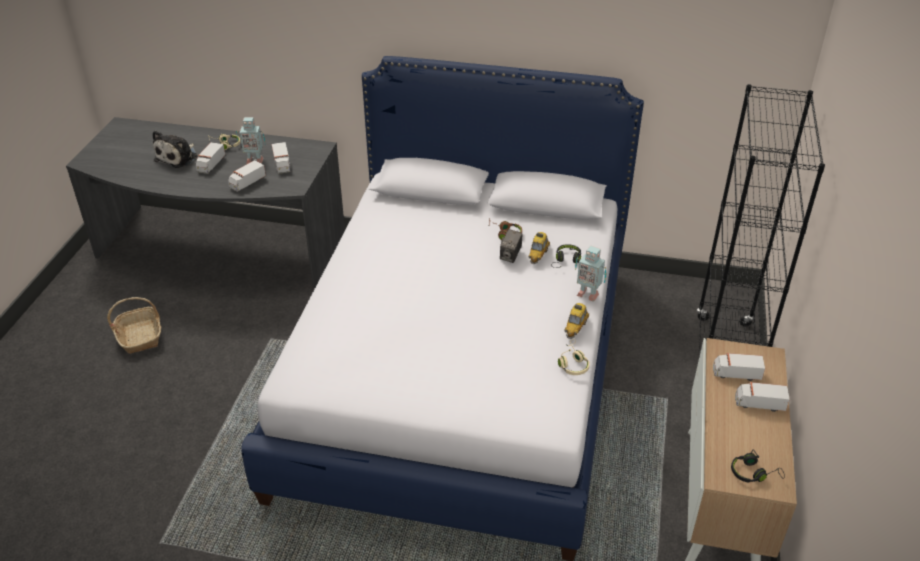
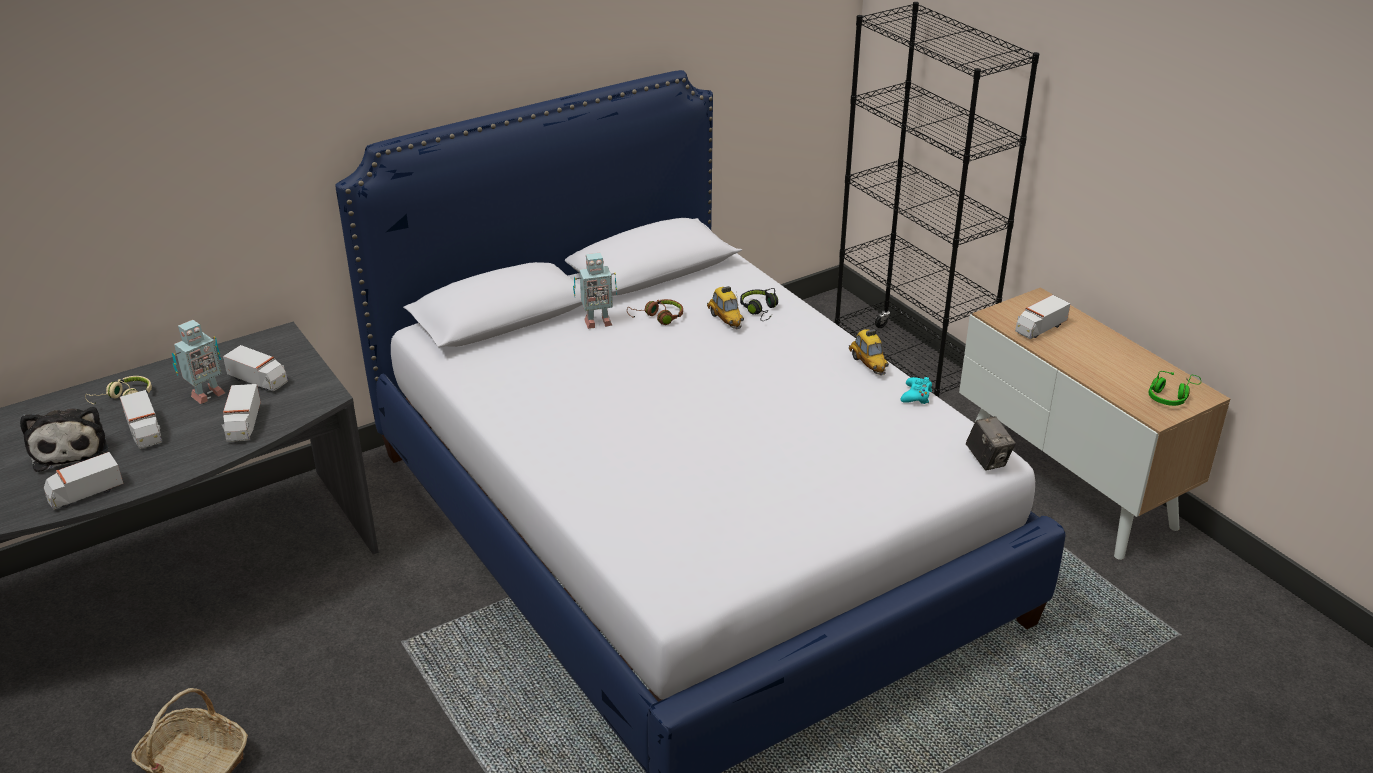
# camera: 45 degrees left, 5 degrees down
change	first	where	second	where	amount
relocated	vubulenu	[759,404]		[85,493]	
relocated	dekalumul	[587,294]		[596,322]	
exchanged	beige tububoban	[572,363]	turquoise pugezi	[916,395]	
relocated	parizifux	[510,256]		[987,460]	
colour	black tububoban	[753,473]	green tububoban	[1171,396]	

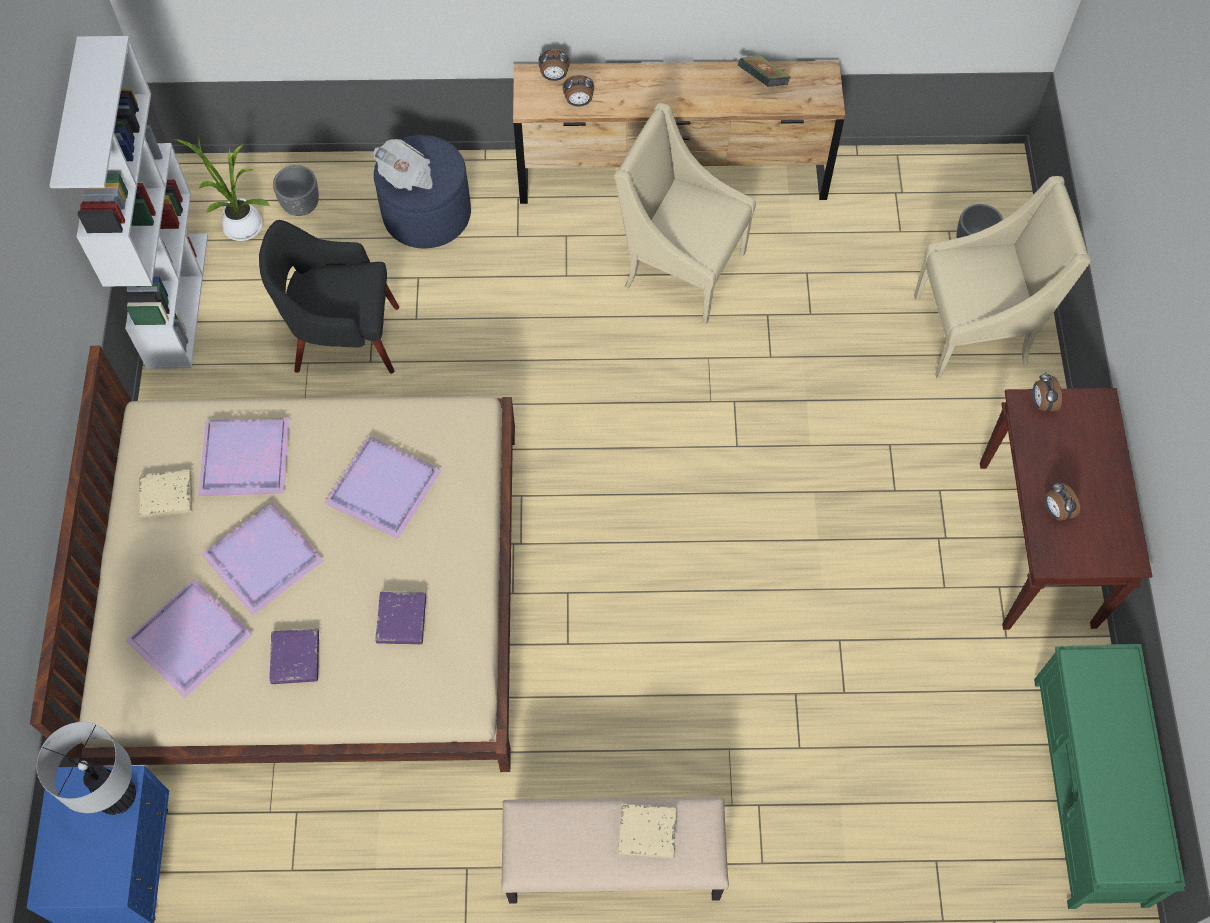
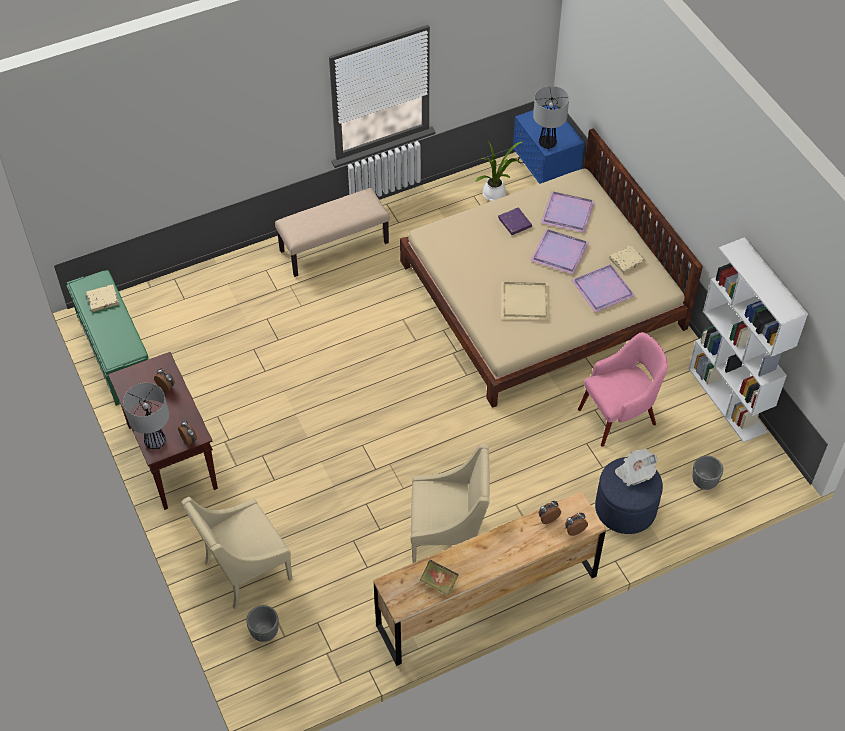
# camera: 155 degrees right, 10 degrees down
change	first	where	second	where	amount
relocated	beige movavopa	[647,832]		[103,299]	
appeared			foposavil	[155,442]	
relocated	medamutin	[240,225]		[496,194]	
colour	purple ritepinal	[383,486]	beige ritepinal	[525,302]	
colour	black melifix	[343,338]	pink melifix	[619,416]	
missing	purple movavopa	[401,619]			

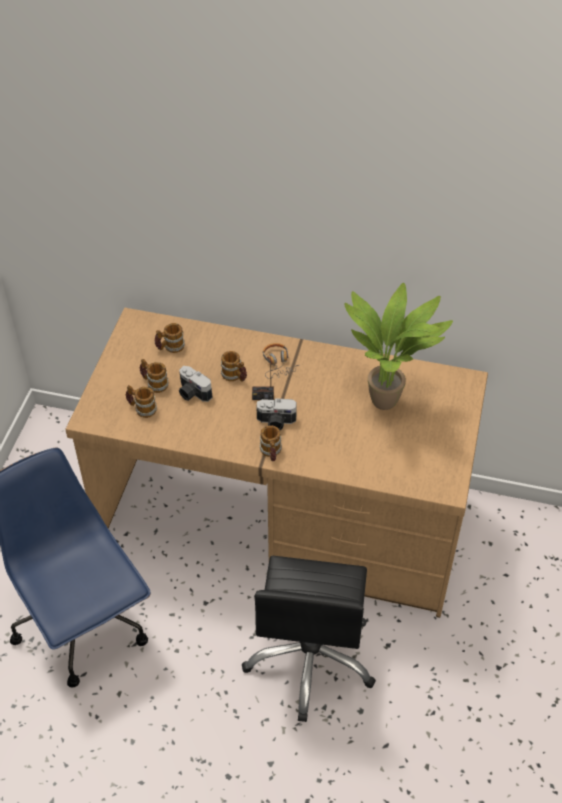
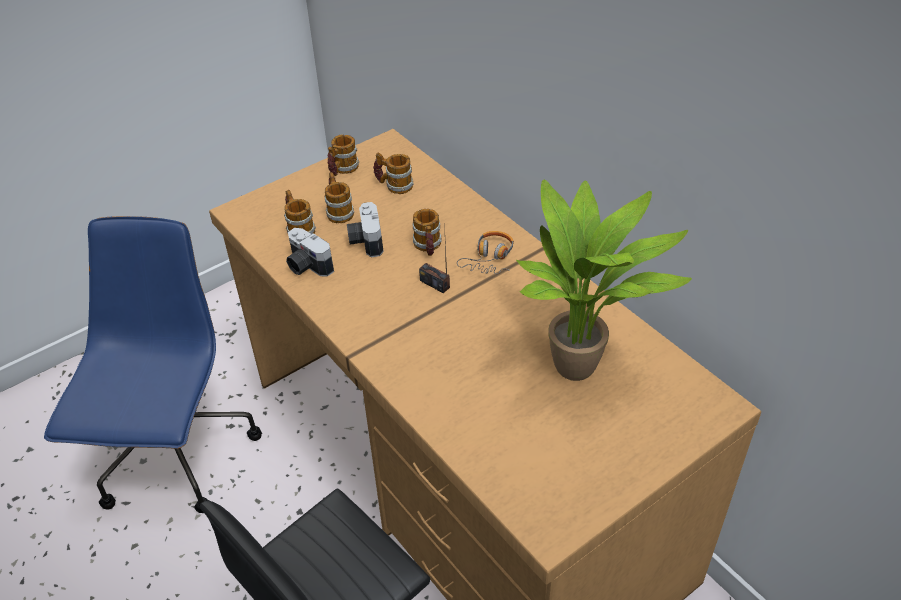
# camera: 40 degrees right, 5 degrees down
change	first	where	second	where	amount
relocated	parizifux	[276,422]		[307,266]	
relocated	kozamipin	[271,452]		[342,169]	

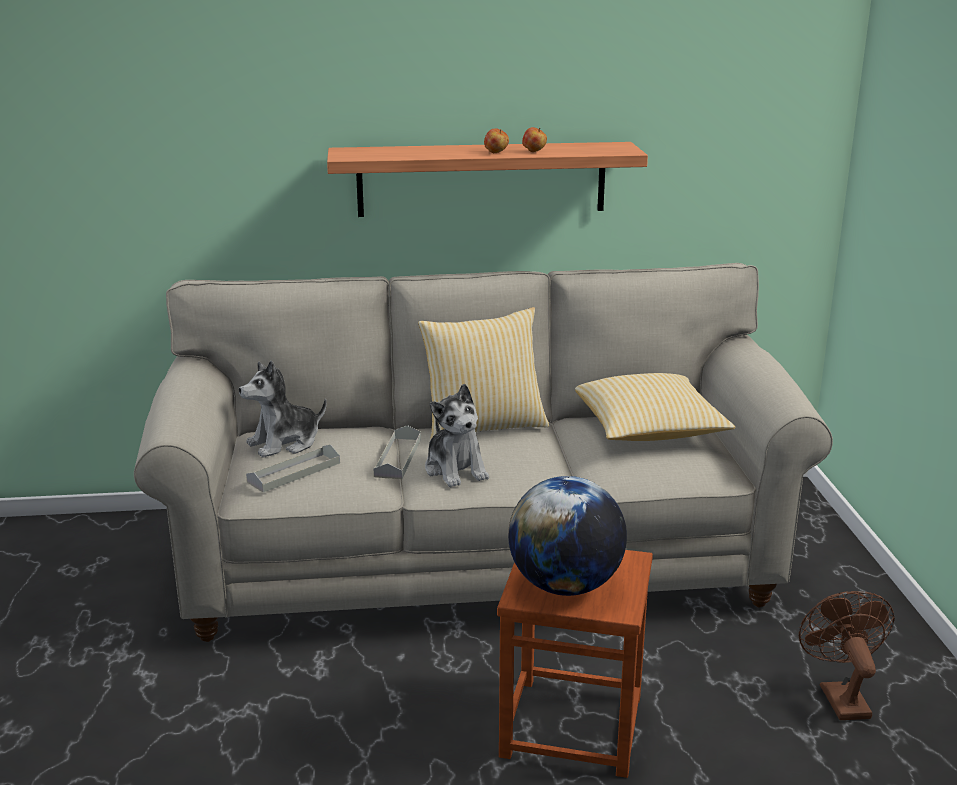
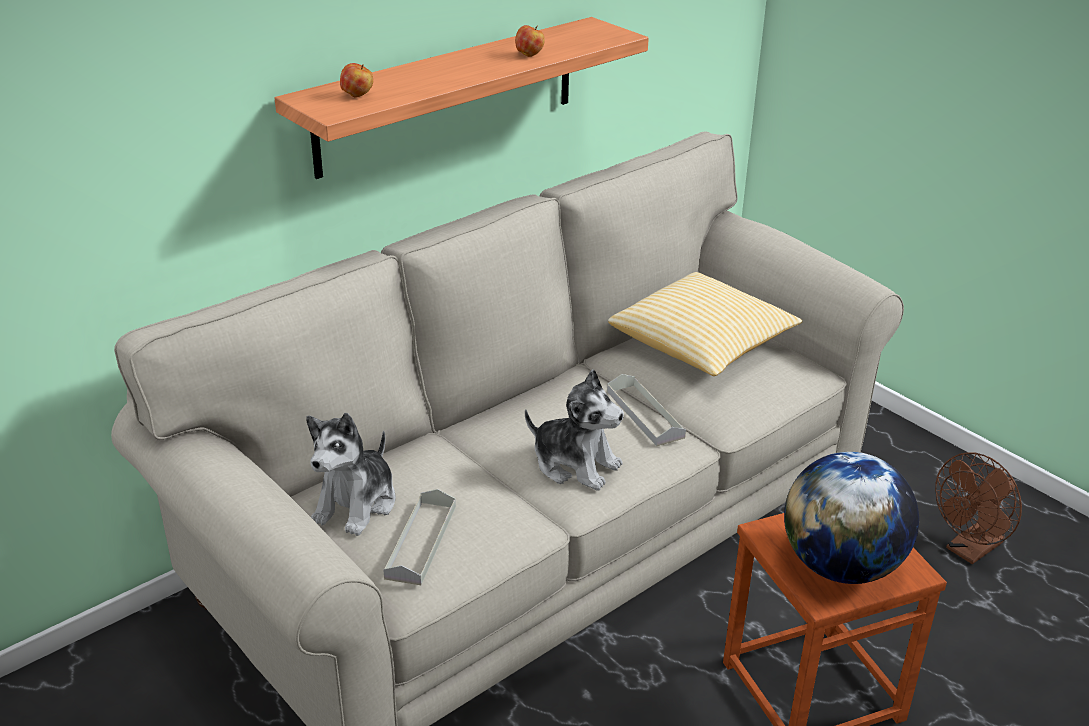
# camera: 35 degrees left, 10 degrees up
change	first	where	second	where	amount
relocated	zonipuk	[496,152]		[357,95]	
relocated	grey ritepinal	[398,458]		[645,414]	
spun	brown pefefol	[840,696]		[969,550]	90 degrees counterclockwise
missing	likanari	[483,427]			

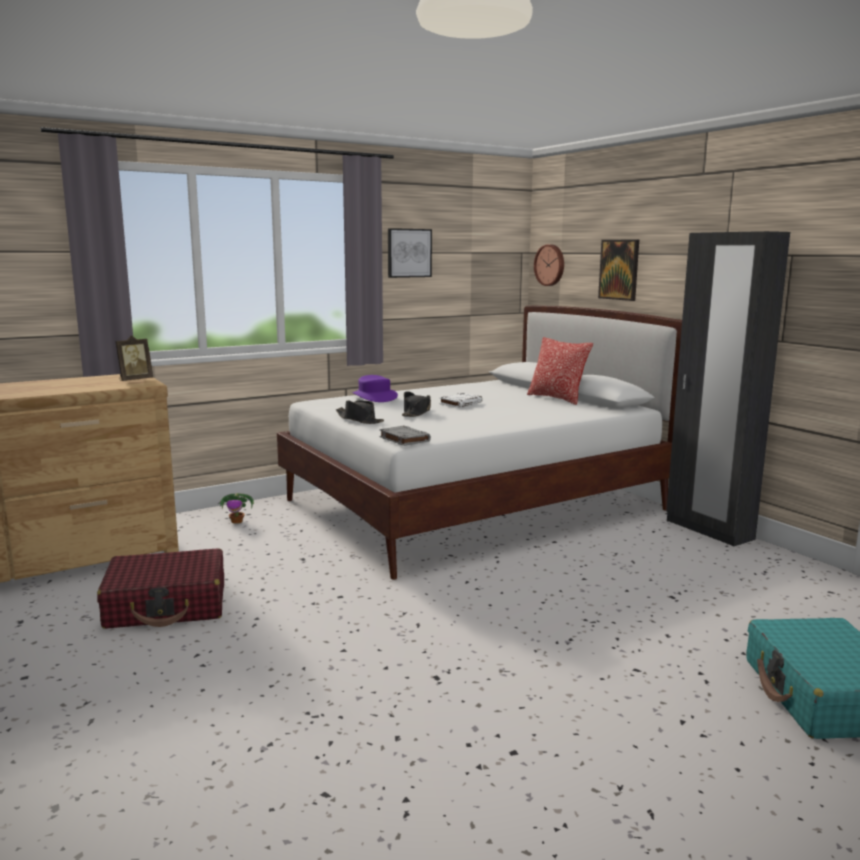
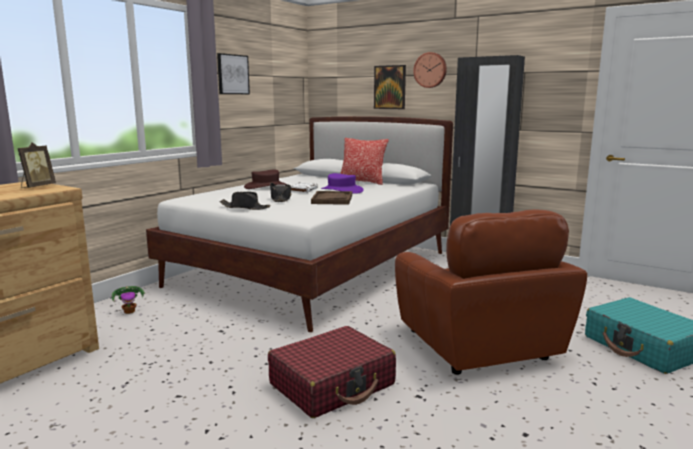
# camera: 25 degrees left, 0 degrees up
change	first	where	second	where	amount
appeared			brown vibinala	[265,186]	
relocated	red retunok	[167,605]		[332,384]	
appeared			brown ritepinal	[332,199]	
relocated	purple vibinala	[374,397]		[341,190]	
appeared			brown melifix	[477,345]	
relocated	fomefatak	[550,265]		[430,70]	
missing	grey movavopa	[404,439]			

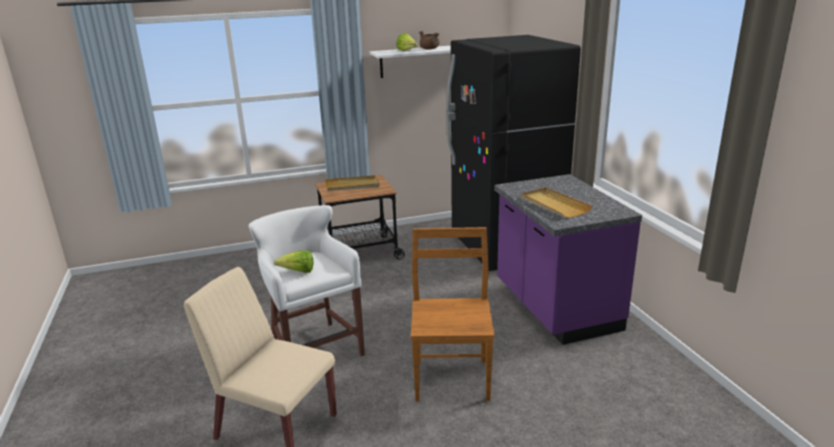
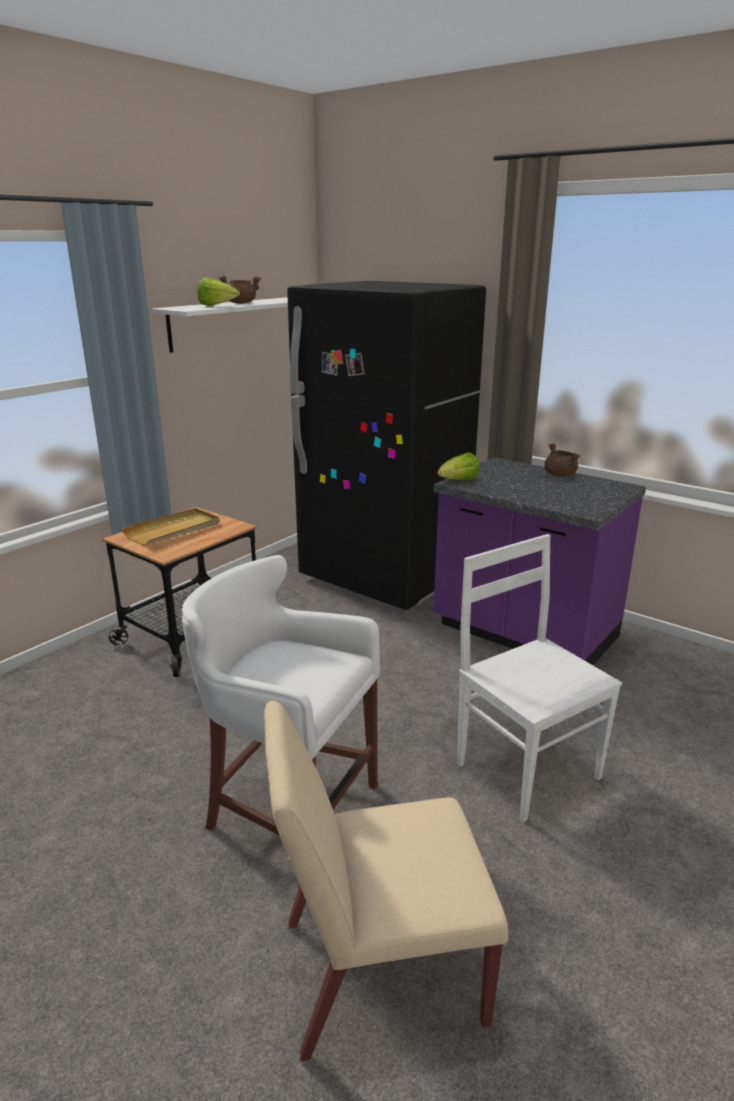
# camera: 35 degrees left, 0 degrees up
change	first	where	second	where	amount
relocated	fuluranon	[298,272]		[458,481]	
colour	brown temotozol	[452,378]	white temotozol	[525,768]	
appeared			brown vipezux	[559,475]	
missing	beige ritepinal	[554,205]			

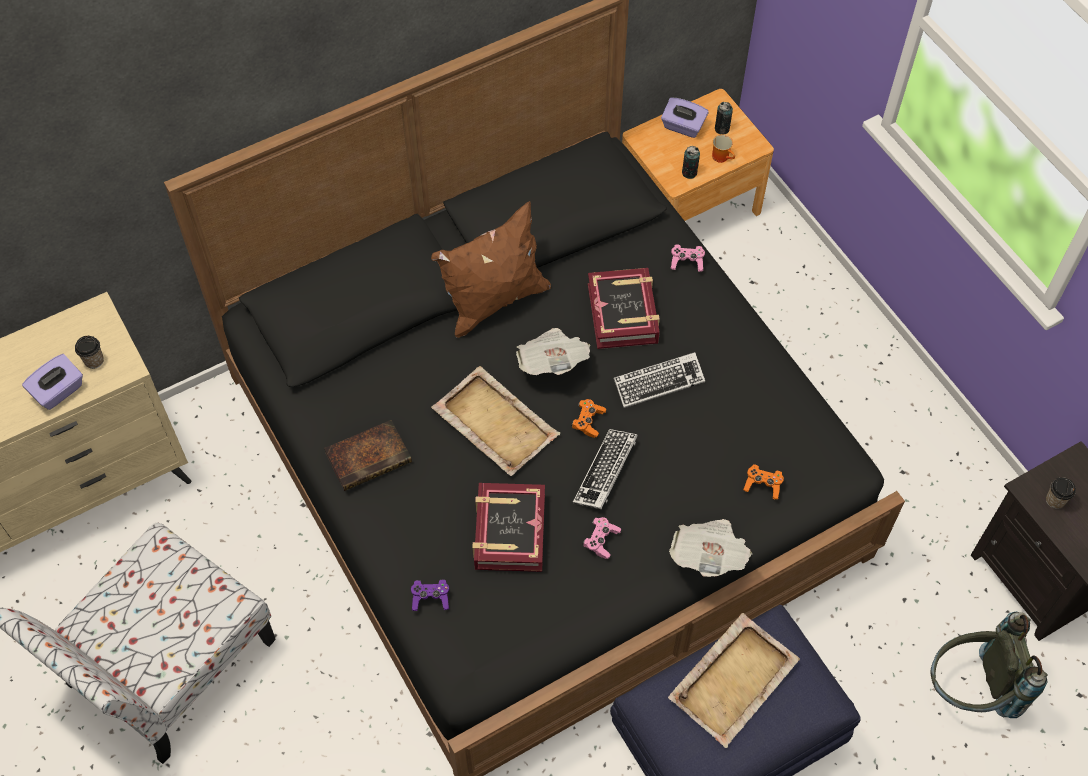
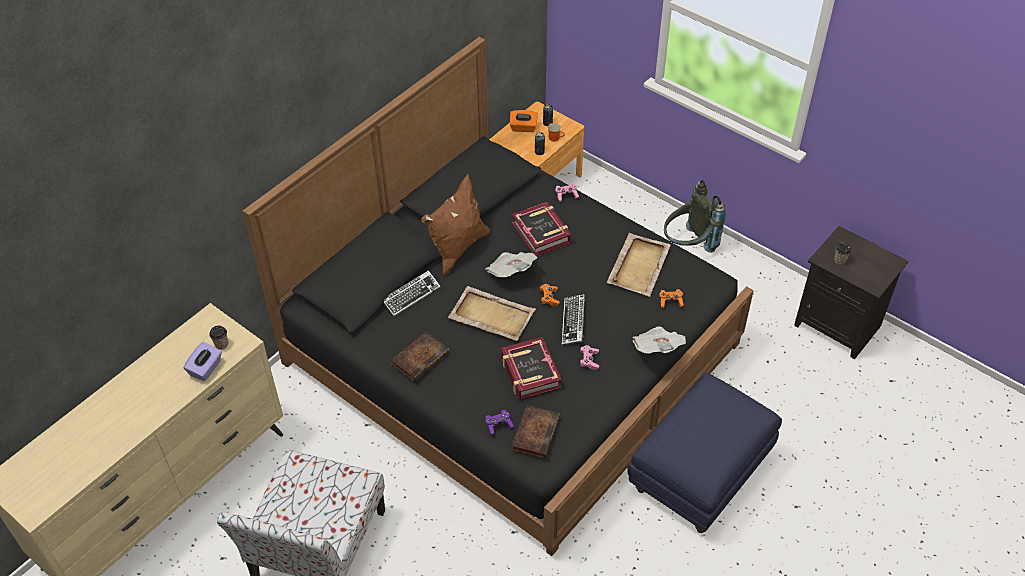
# camera: 20 degrees left, 10 degrees down
change	first	where	second	where	amount
relocated	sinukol	[658,382]		[411,295]	
colour	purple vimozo	[683,127]	orange vimozo	[523,128]	
appeared			movavopa	[535,432]	
relocated	beige ritepinal	[734,680]		[639,266]	
relocated	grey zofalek	[969,690]		[688,245]	

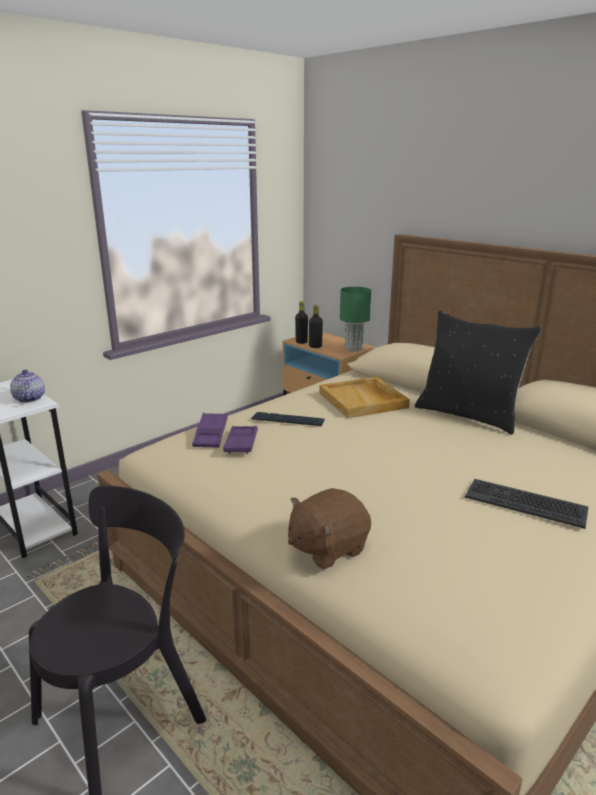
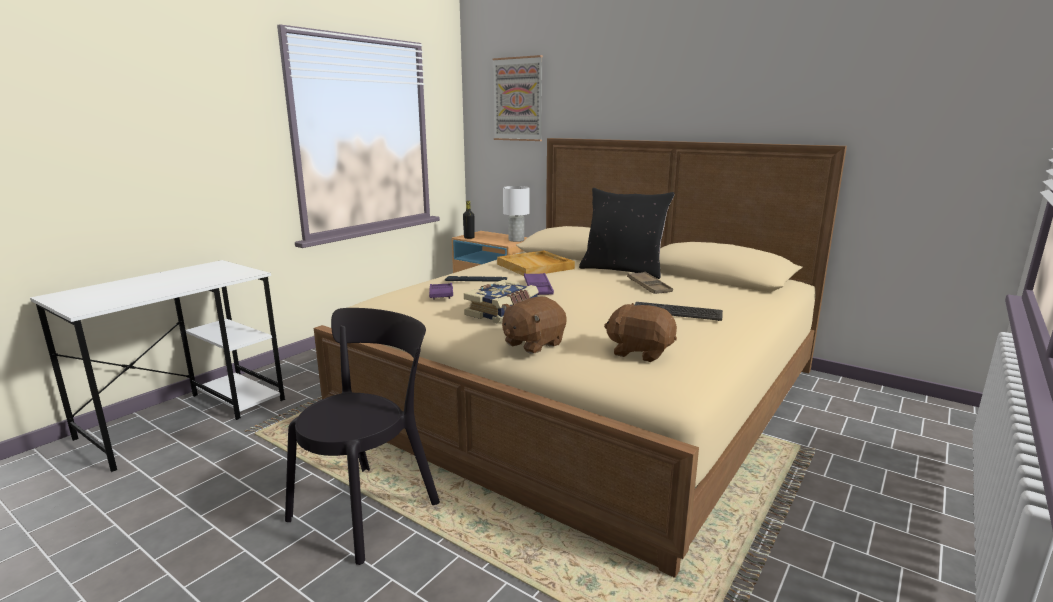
# camera: 10 degrees left, 5 degrees down
change	first	where	second	where	amount
appeared			movavopa	[503,313]	
appeared			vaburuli	[518,99]	
colour	green foposavil	[354,348]	white foposavil	[516,240]	
relocated	purple ritepinal	[211,434]		[538,288]	
appeared			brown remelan	[640,352]	
appeared			brown ritepinal	[649,286]	
missing	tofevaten	[29,398]			
missing	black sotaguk	[315,346]			

